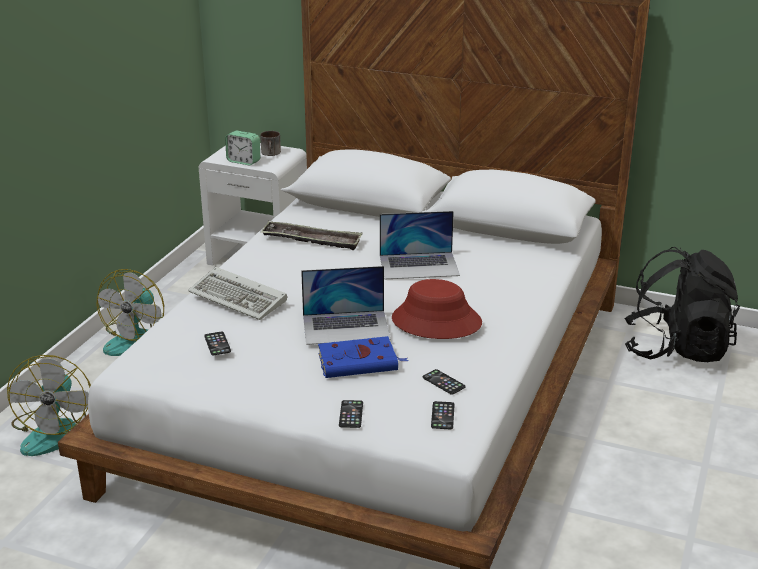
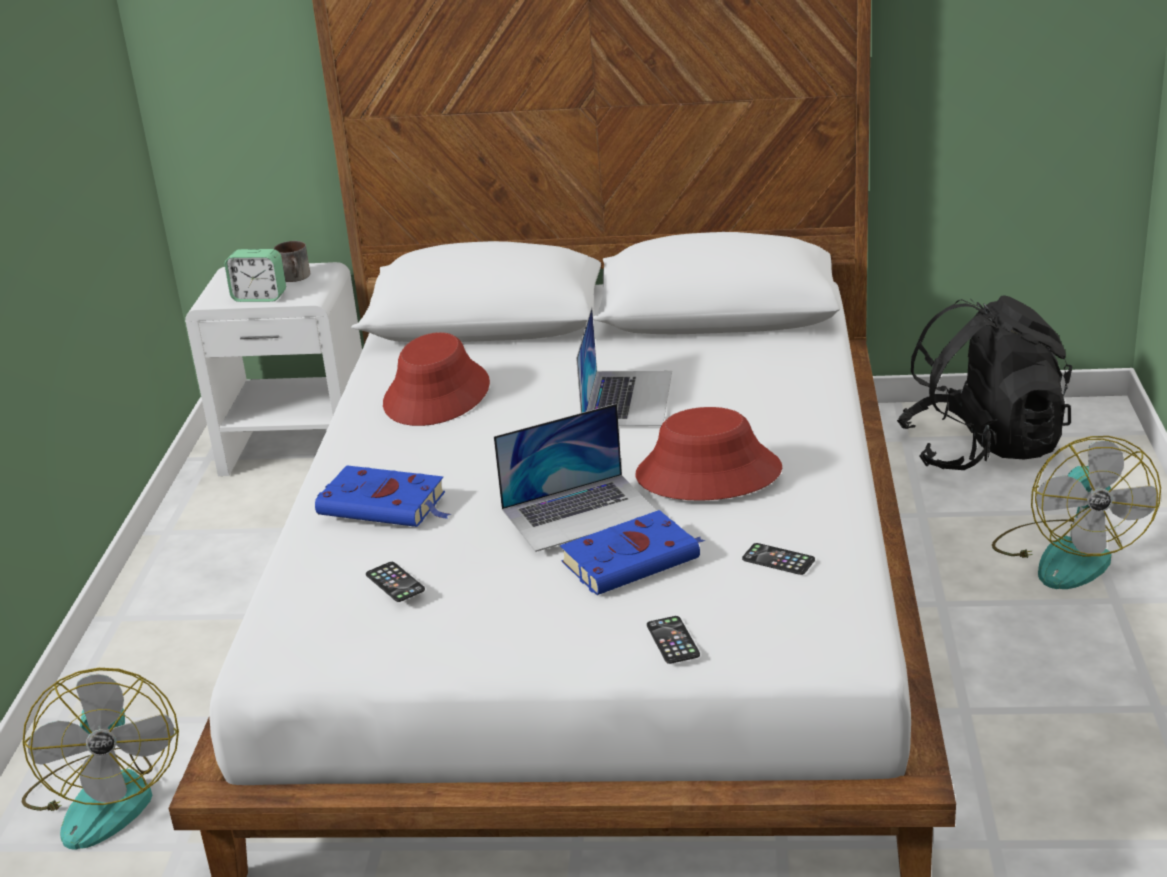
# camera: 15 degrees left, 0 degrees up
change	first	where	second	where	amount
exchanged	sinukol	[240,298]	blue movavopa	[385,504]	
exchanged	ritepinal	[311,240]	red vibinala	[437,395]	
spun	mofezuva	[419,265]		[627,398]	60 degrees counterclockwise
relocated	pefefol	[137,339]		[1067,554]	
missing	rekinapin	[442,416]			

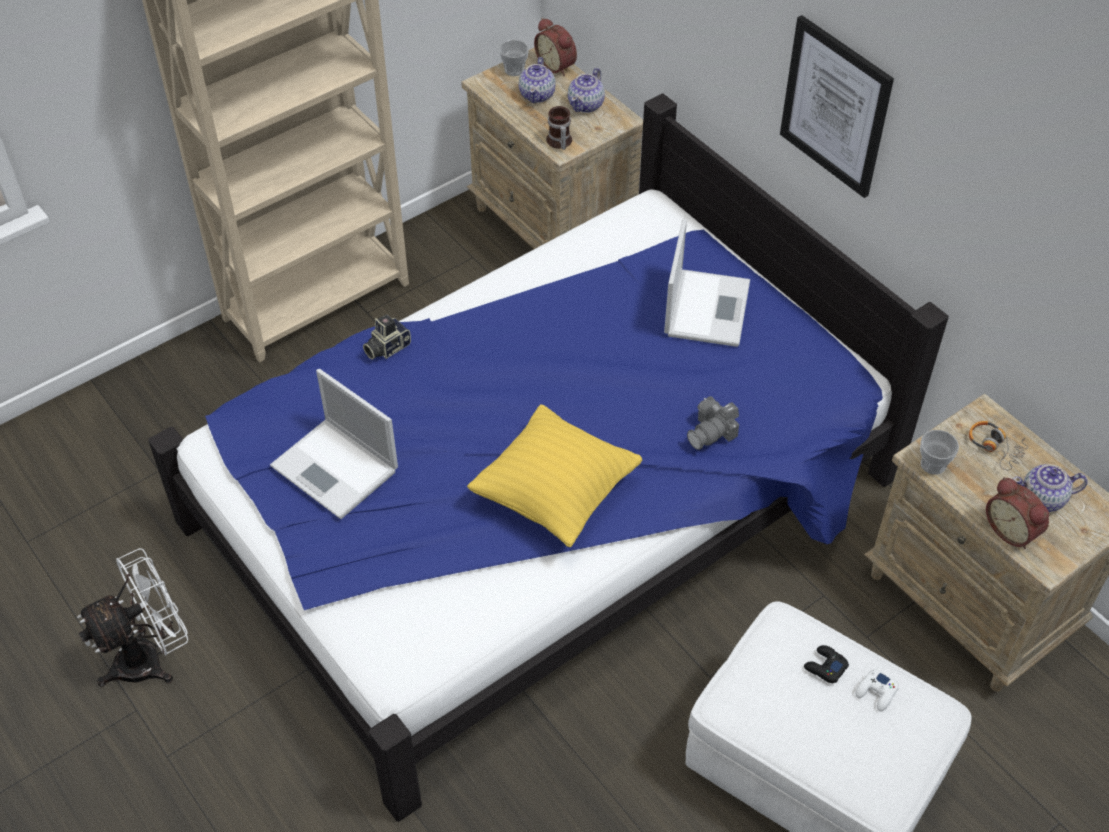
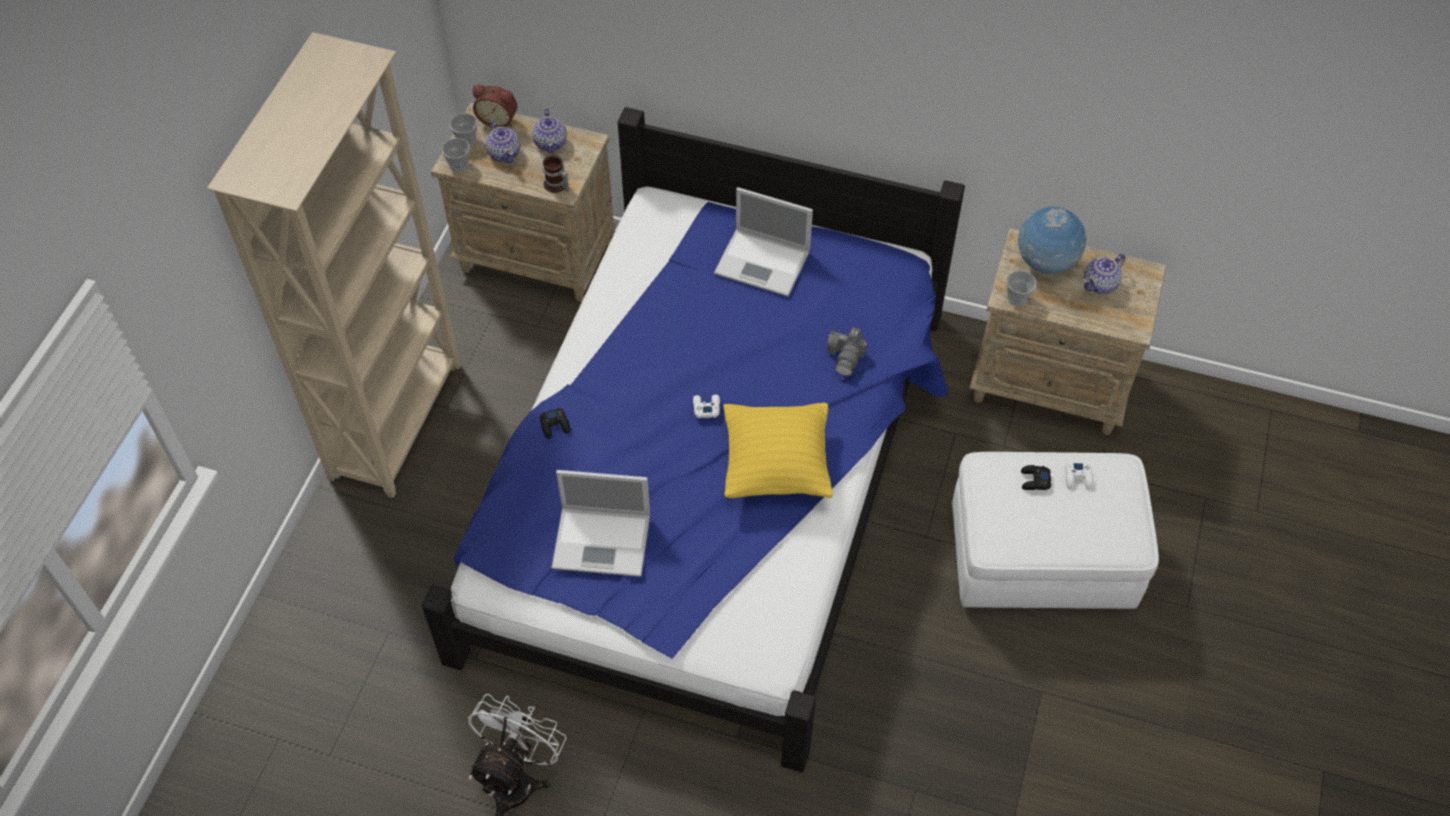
# camera: 35 degrees left, 5 degrees up
change	first	where	second	where	amount
appeared			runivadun	[459,165]	
exchanged	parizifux	[386,347]	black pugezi	[555,425]	
appeared			white pugezi	[706,407]	
spun	mofezuva	[707,307]		[764,263]	135 degrees clockwise
exchanged	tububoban	[995,447]	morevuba	[1045,264]	
missing	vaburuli	[835,106]			
missing	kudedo	[1012,530]			

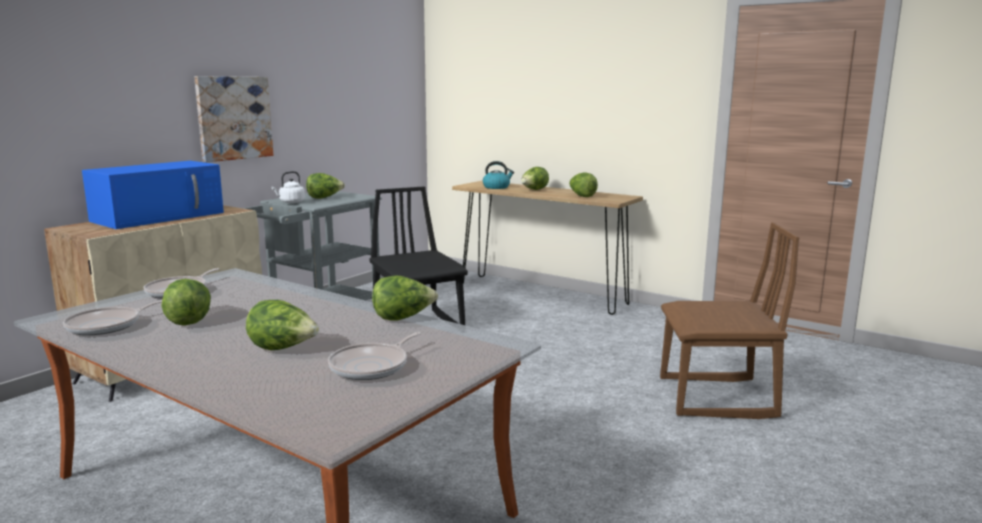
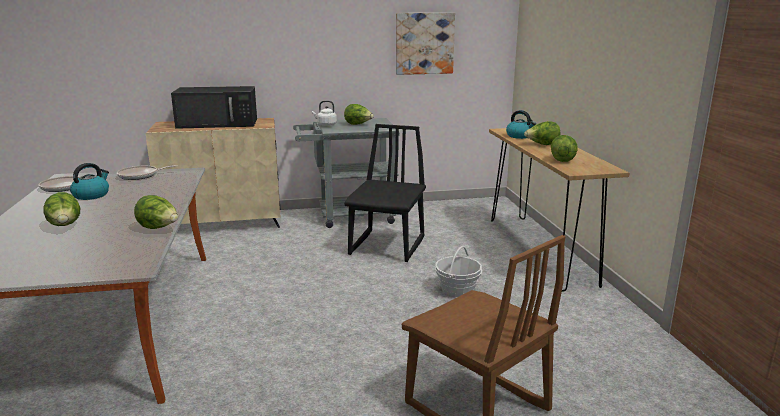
# camera: 45 degrees right, 5 degrees up
change	first	where	second	where	amount
exchanged	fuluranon	[189,320]	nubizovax	[91,195]	
colour	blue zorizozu	[160,216]	black zorizozu	[219,123]	
relocated	vaburuli	[234,118]		[424,43]	
appeared			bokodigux	[457,289]	
missing	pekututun	[372,366]			

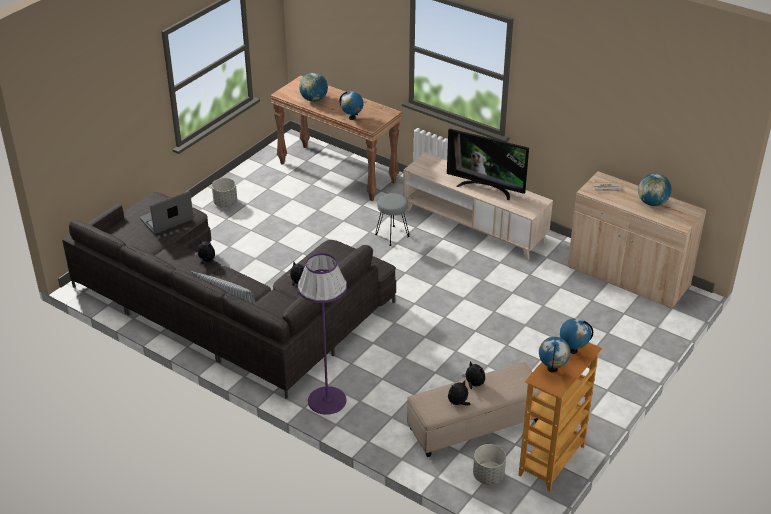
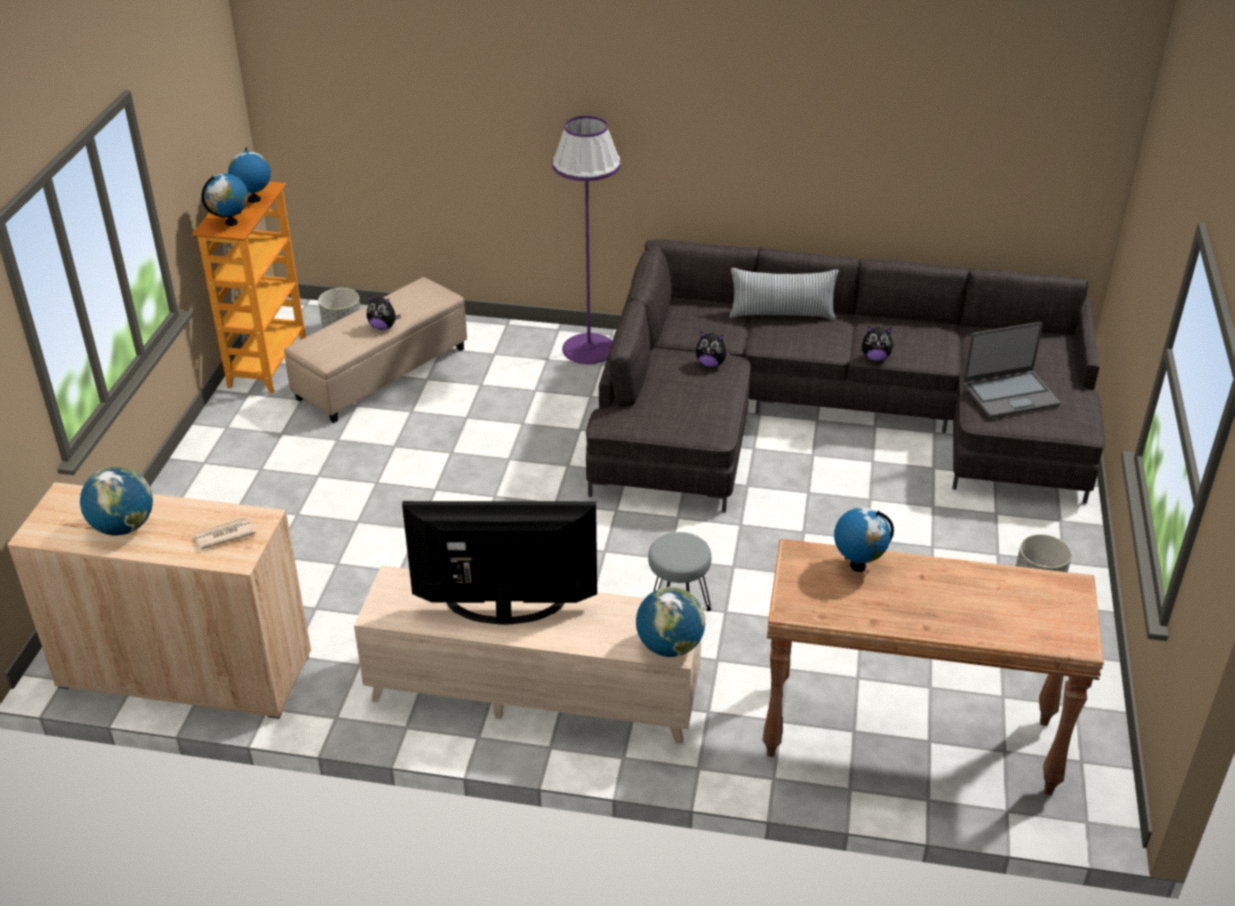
# camera: 155 degrees right, 0 degrees up
change	first	where	second	where	amount
relocated	morevuba	[314,99]		[669,646]	
spun	mofezuva	[167,220]		[1010,395]	45 degrees clockwise
missing	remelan	[458,403]			

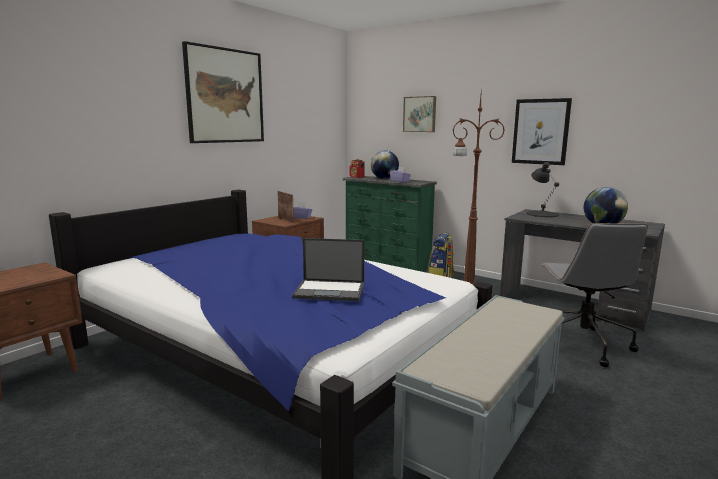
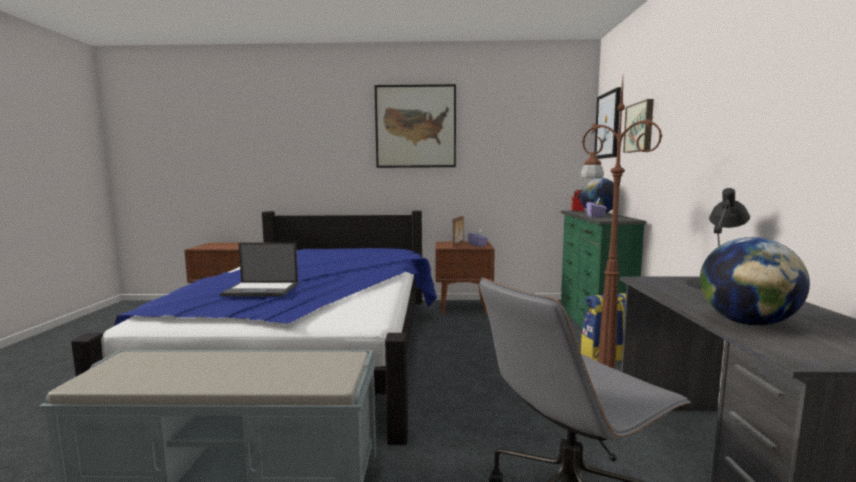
# camera: 55 degrees right, 5 degrees down
change	first	where	second	where	amount
spun	mofezuva	[331,290]		[262,290]	60 degrees counterclockwise
relocated	vaburuli	[540,131]		[608,125]	

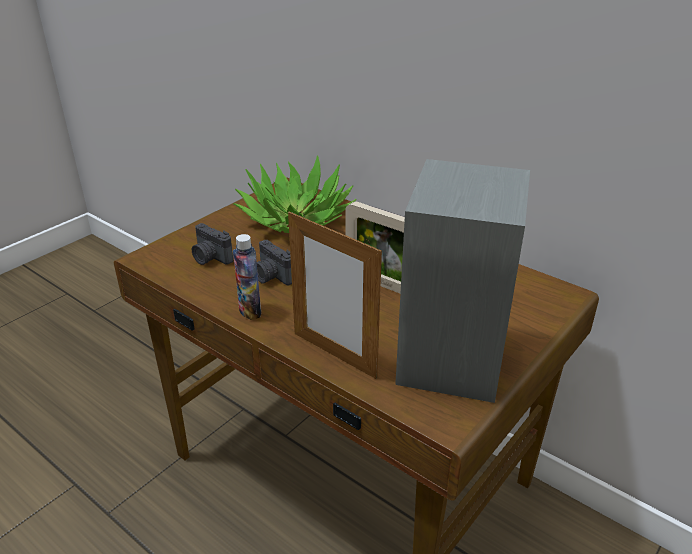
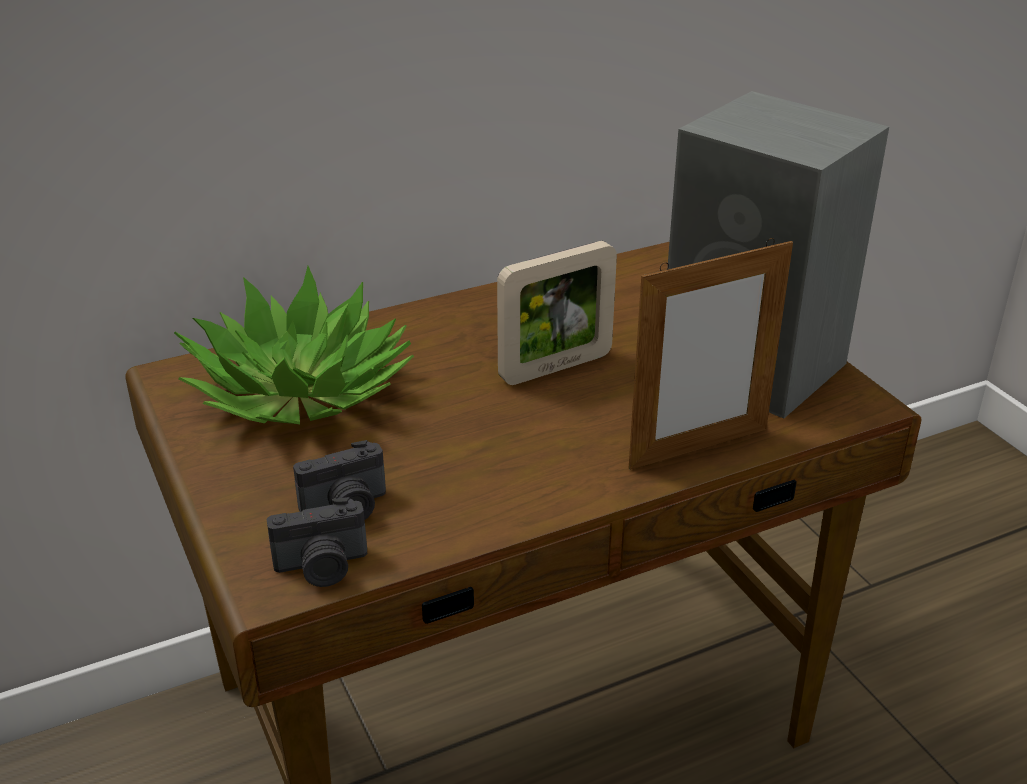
# camera: 65 degrees left, 0 degrees up
change	first	where	second	where	amount
relocated	parizifux	[271,277]		[322,567]	
missing	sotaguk	[250,311]			

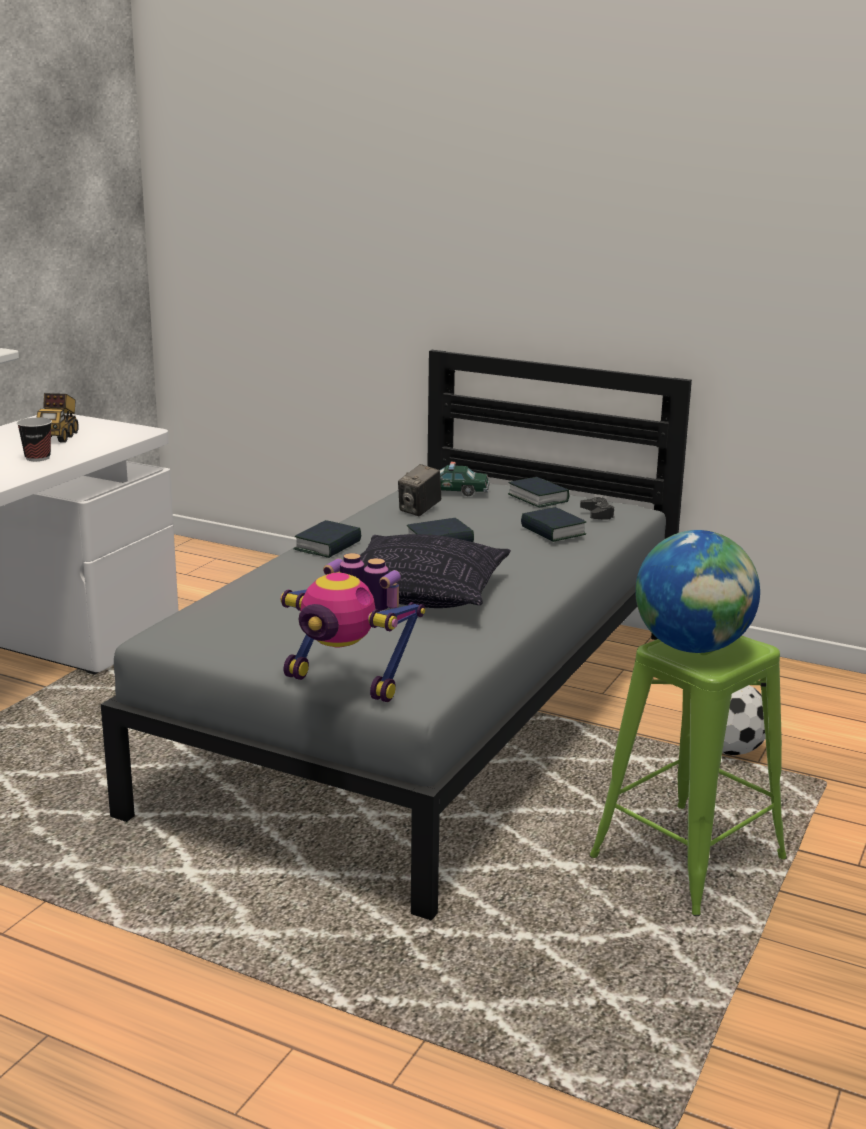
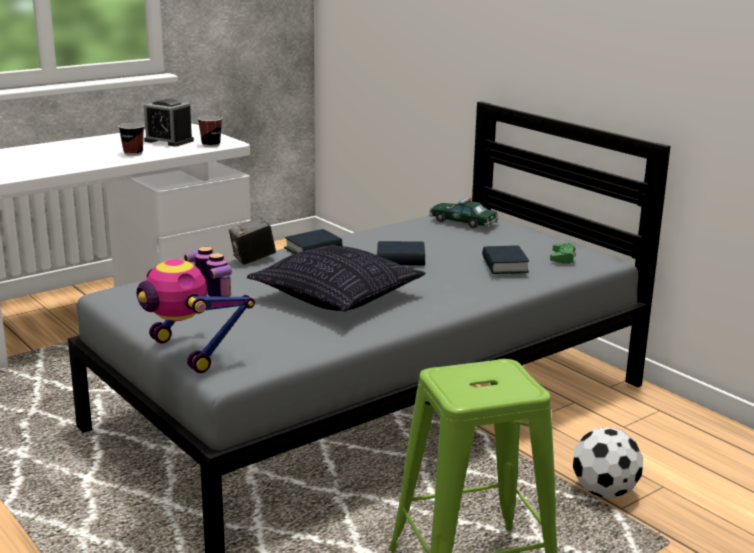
# camera: 25 degrees right, 0 degrees up
change	first	where	second	where	amount
exchanged	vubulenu	[59,437]	kudedo	[169,141]	
appeared			runivadun	[211,145]	
relocated	parizifux	[419,510]		[253,259]	
colour	black pugezi	[597,514]	green pugezi	[562,258]	
missing	movavopa	[538,498]			
missing	morevuba	[692,647]			

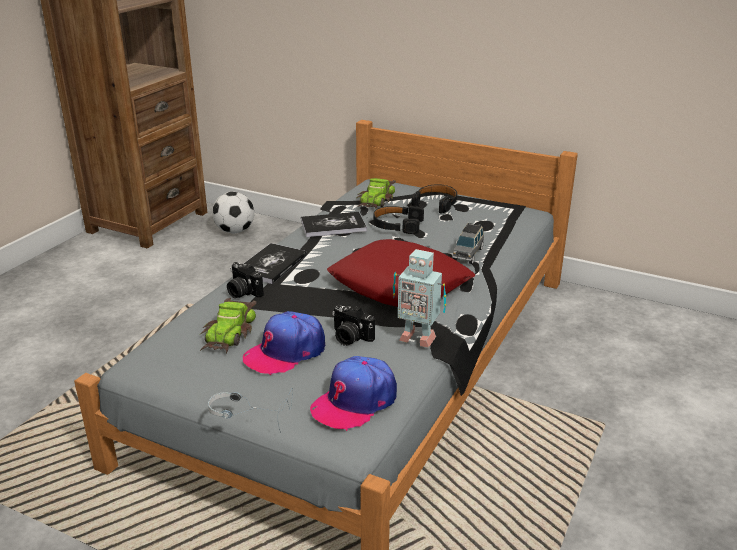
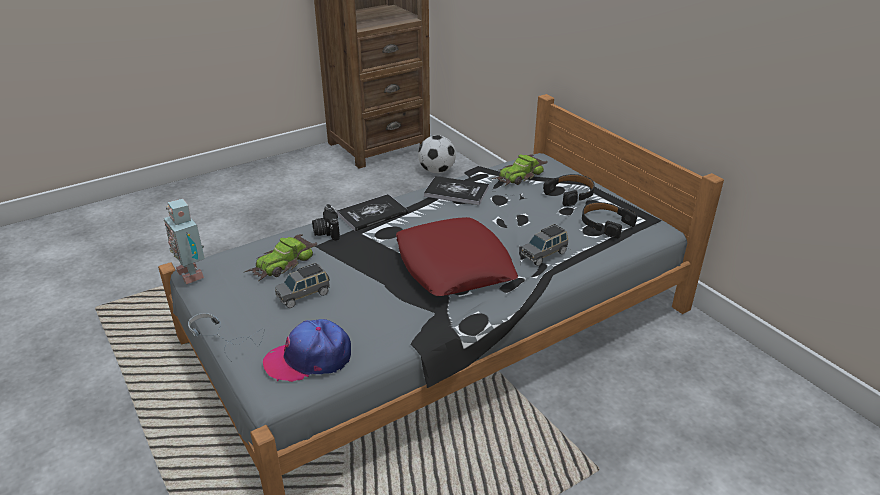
# camera: 30 degrees right, 5 degrees up
change	first	where	second	where	amount
relocated	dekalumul	[417,337]		[193,273]	
exchanged	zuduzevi	[285,352]	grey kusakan	[304,295]	
relocated	black tububoban	[397,225]		[605,224]	
missing	parizifux	[350,338]			

